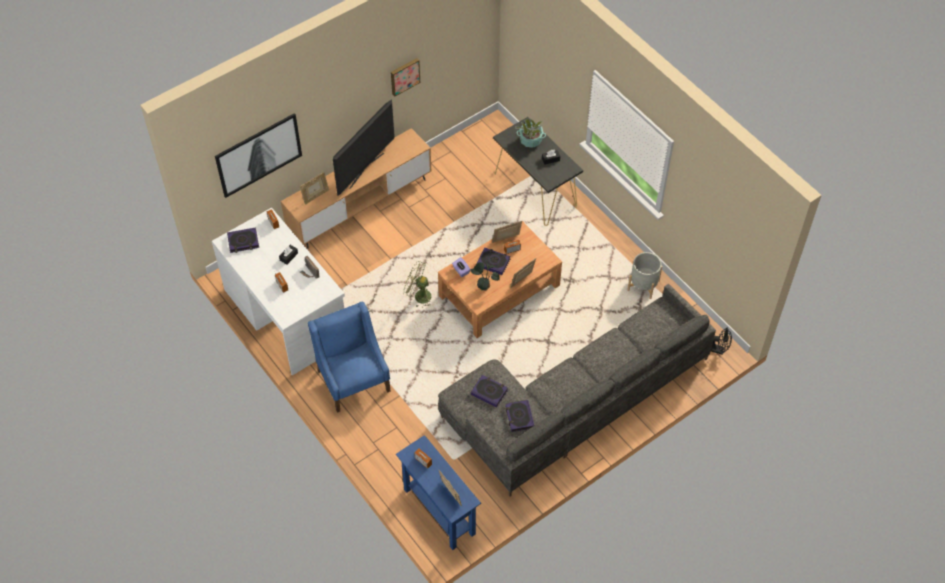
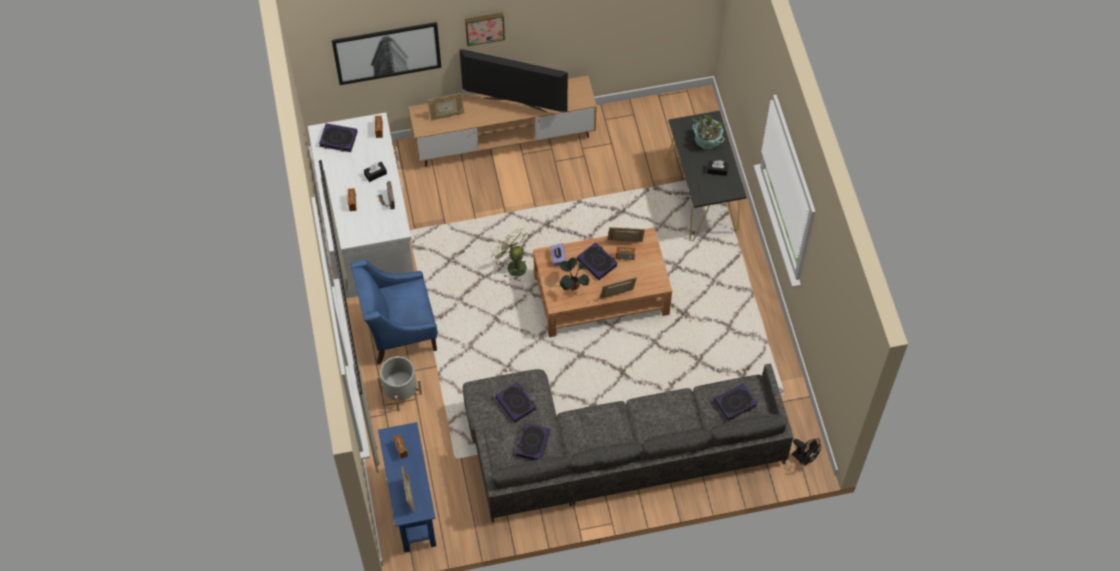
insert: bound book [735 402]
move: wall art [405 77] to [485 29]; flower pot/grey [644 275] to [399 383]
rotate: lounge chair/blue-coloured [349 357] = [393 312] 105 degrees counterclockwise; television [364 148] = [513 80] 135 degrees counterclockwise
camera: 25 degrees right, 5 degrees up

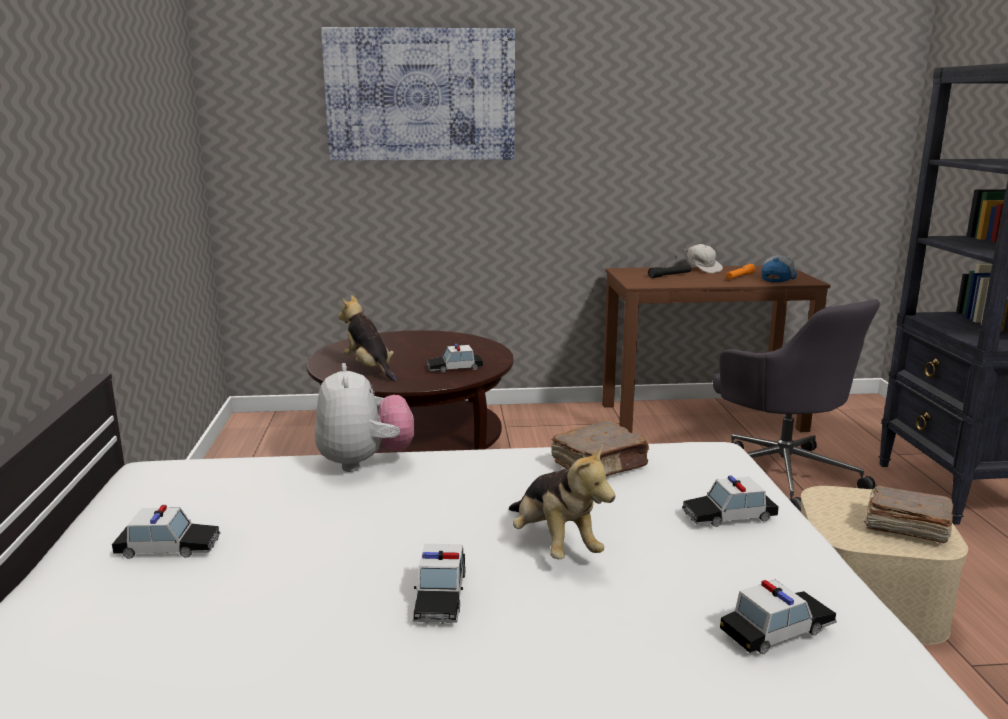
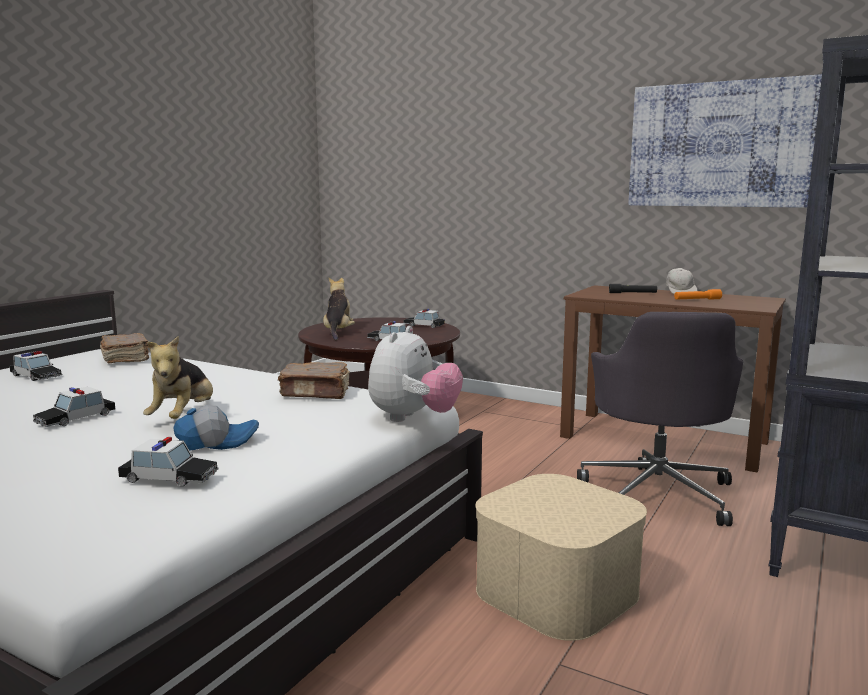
move: cuddly toy [364 417] to [415 374]; wall art [418 94] to [725 141]; model car [730 501] to [424 318]; baseball cap [779 268] to [216 428]; bound book/brown-coloured [908 514] to [124 348]
camera: 35 degrees right, 5 degrees down

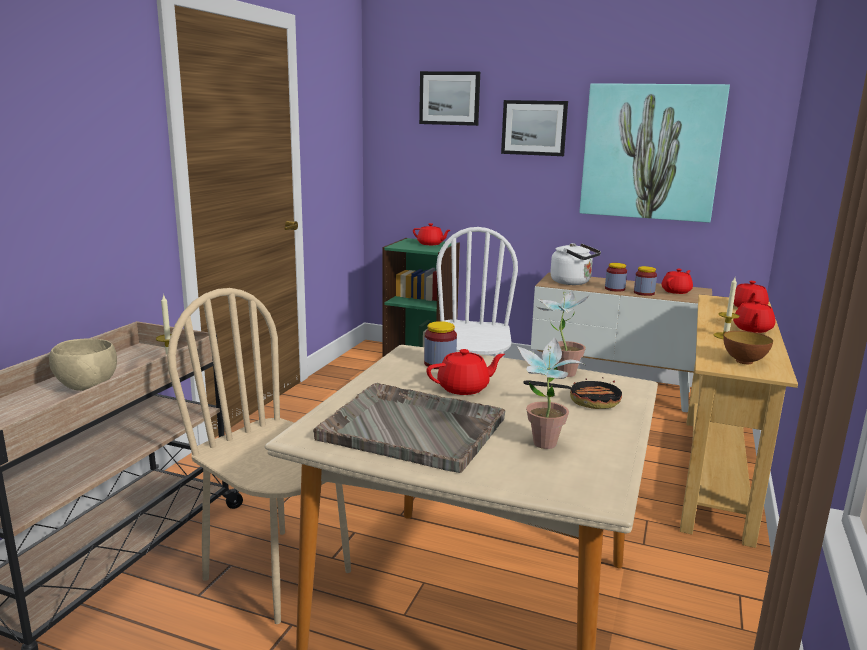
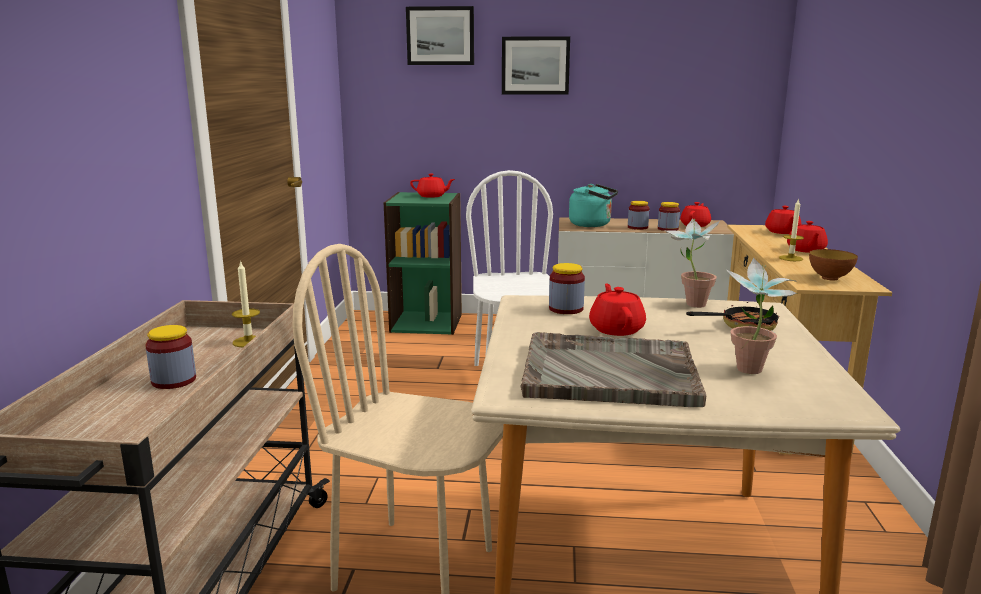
delete: wall art [655 153]
replace: deep dish/beige [83 364] to preserve jar [170 357]
recolor: tea kettle/white-coloured [575 264] to tea kettle/turquoise-coloured [593 205]
rotate: tea pot/reddish [465 372] = [617 309] 60 degrees counterclockwise
camera: 15 degrees left, 0 degrees up

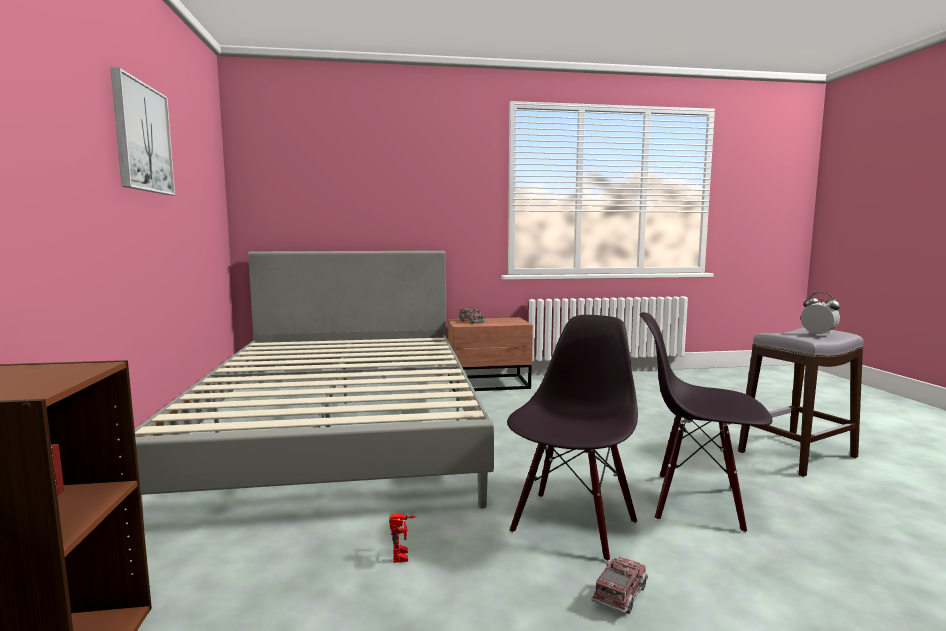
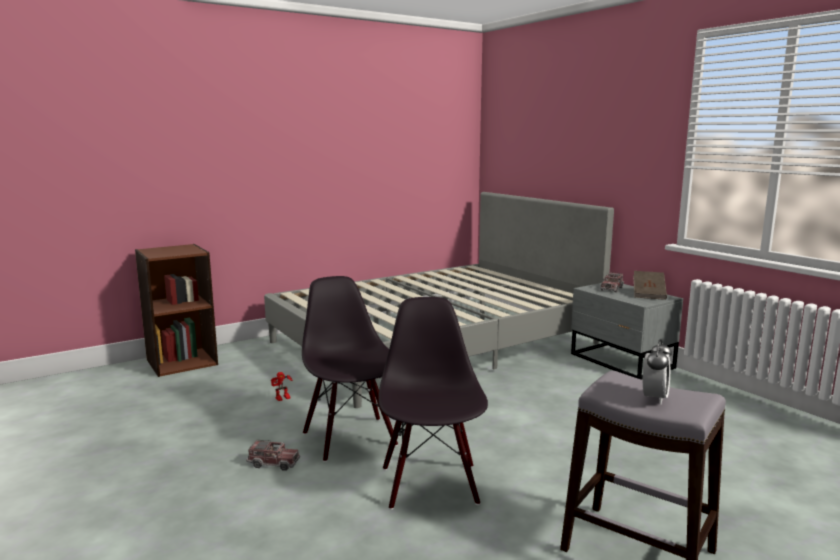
delete: wall art [142 131]
insert: bound book/brown-coloured [650 285]
recolor: bedside table/brown-coloured [490 354] to bedside table/grey [627 331]
rotate: upright chair/black-coloured [572 438] = [350 369] 120 degrees counterclockwise
camera: 65 degrees right, 5 degrees up

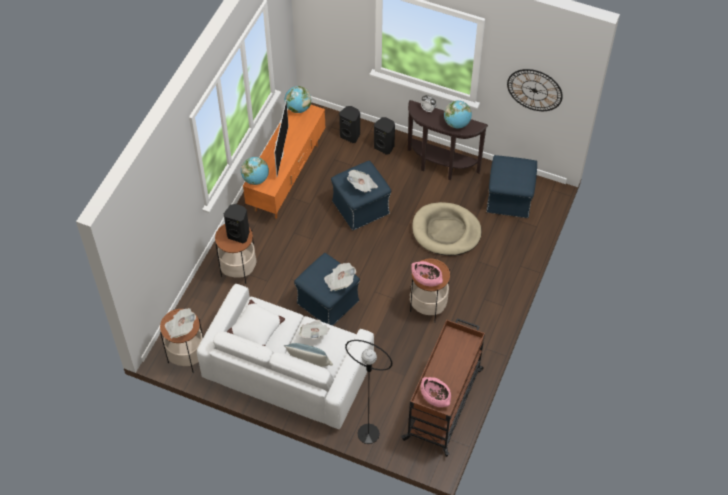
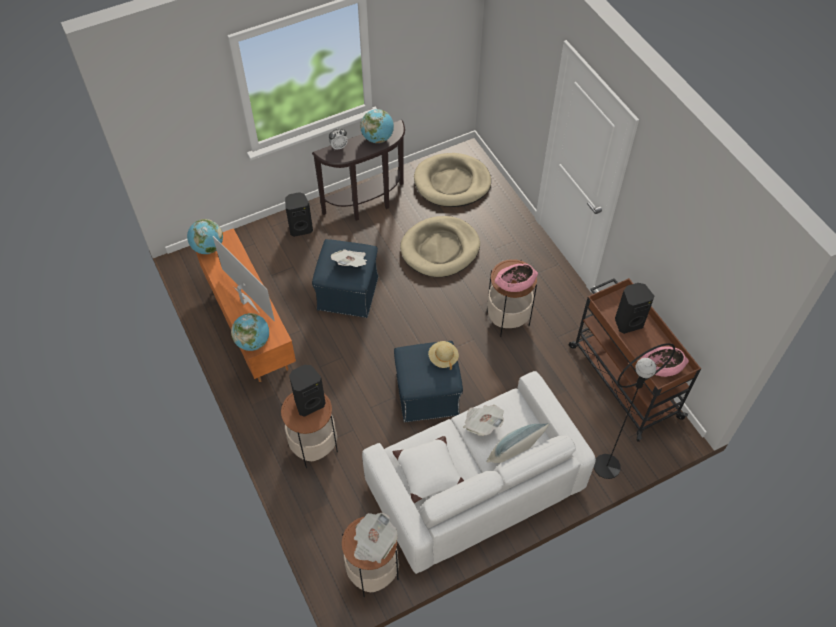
delete: hanging clock [535 90]
move: audio speaker/black-coloured [349 124] to [634 308]
replace: newspaper [340 277] to wearable hat/beige [443 355]; ottoman/blue-coloured [511 186] to dog cushion/beige [452 180]
camera: 50 degrees left, 0 degrees up

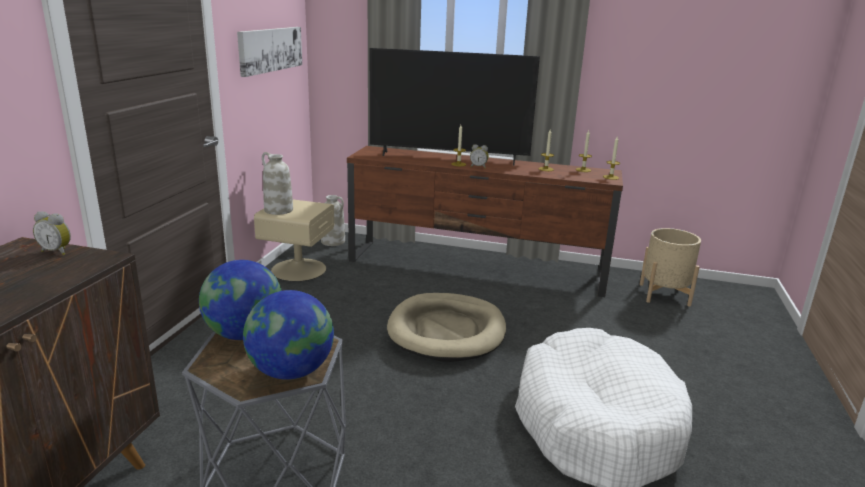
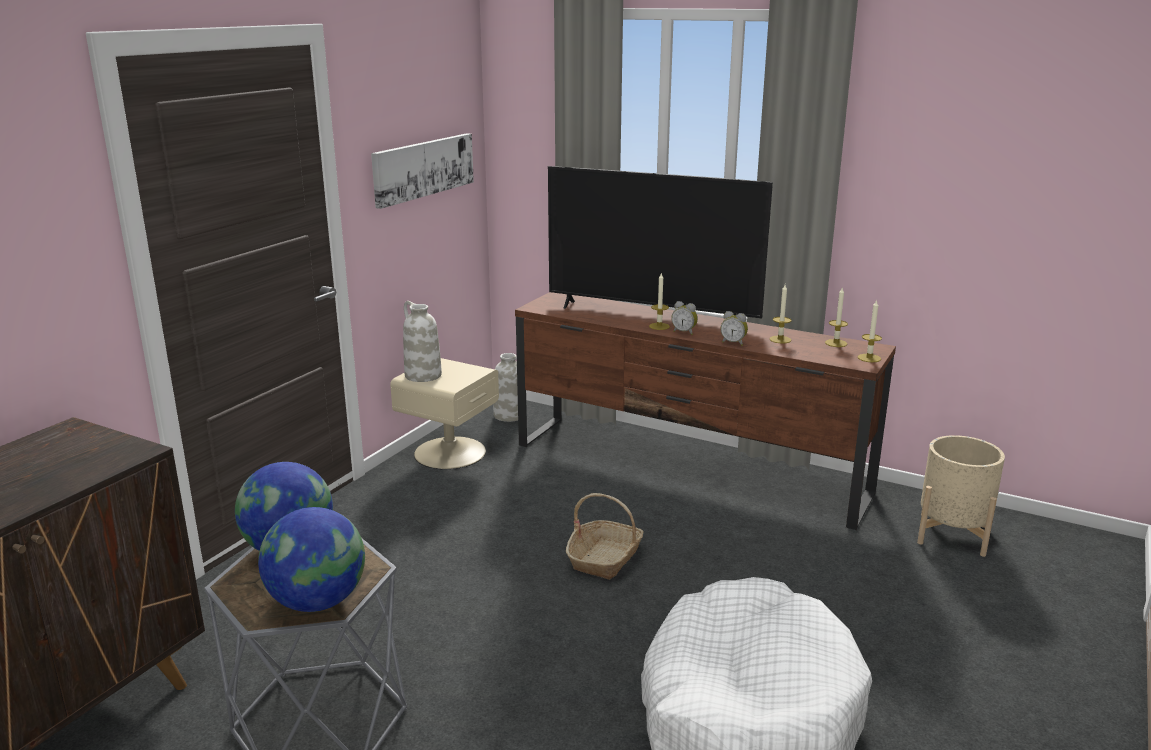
move: alarm clock [52 233] to [734 328]
replace: dog cushion/beige [446 327] to household basket [604 536]
camera: 15 degrees right, 0 degrees up

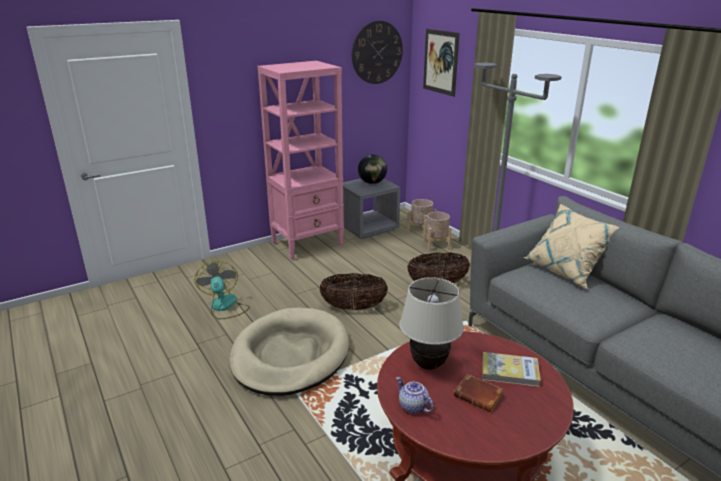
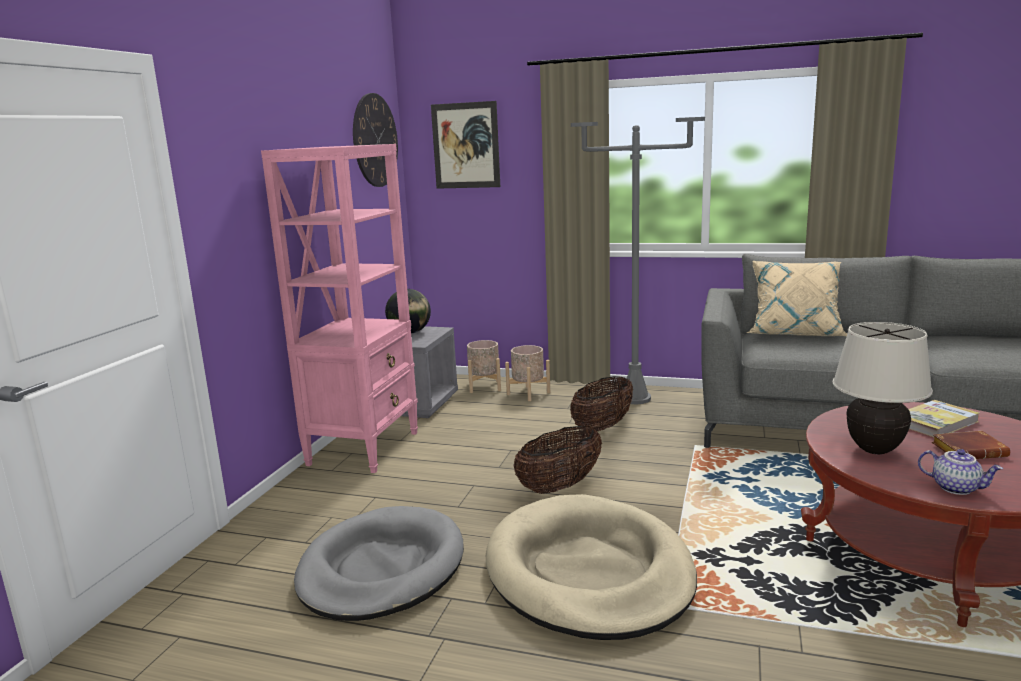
replace: fan [222 290] to dog cushion/grey [379 563]
rotate: tea pot [415 395] = [960 472] 150 degrees counterclockwise
camera: 40 degrees left, 10 degrees down

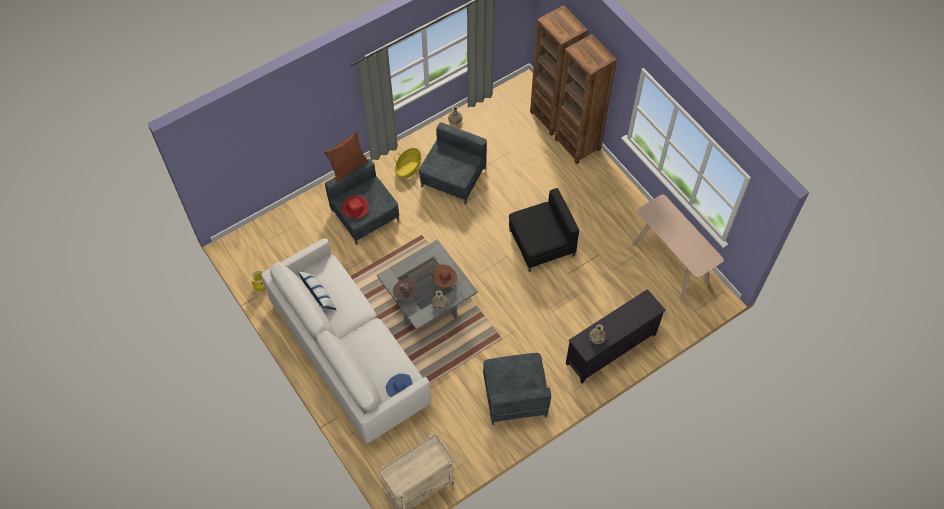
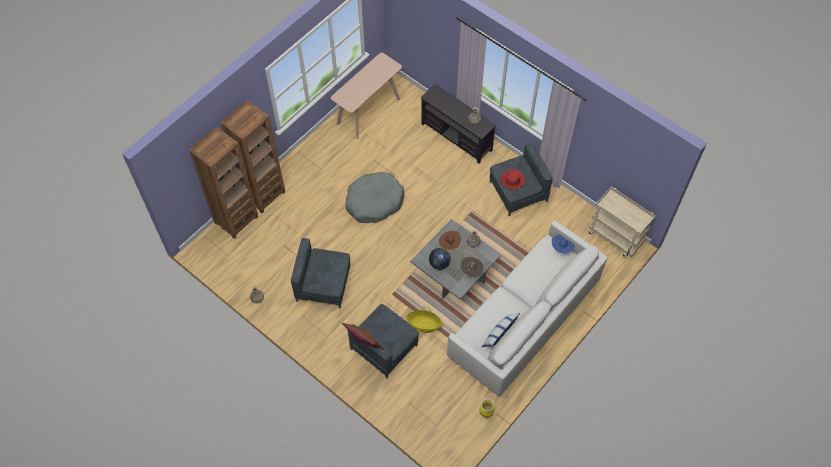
insert: desk globe [440 259]
move: wearable hat/reddish [355 207] to [512 179]; household basket [408 163] to [424 319]
replace: lounge chair/black-coloured [544 230] to dog cushion/grey [375 197]
camera: 105 degrees left, 0 degrees up

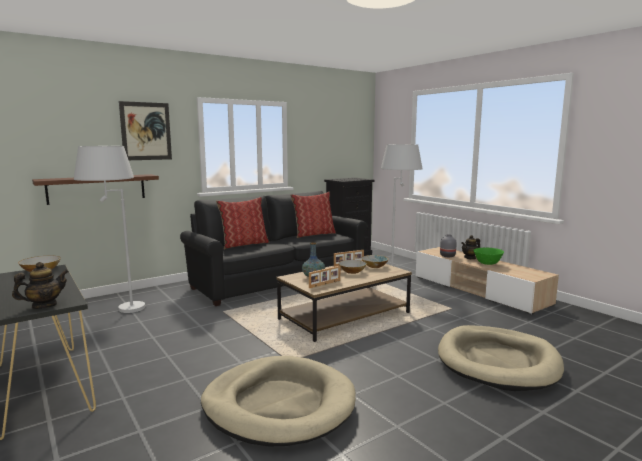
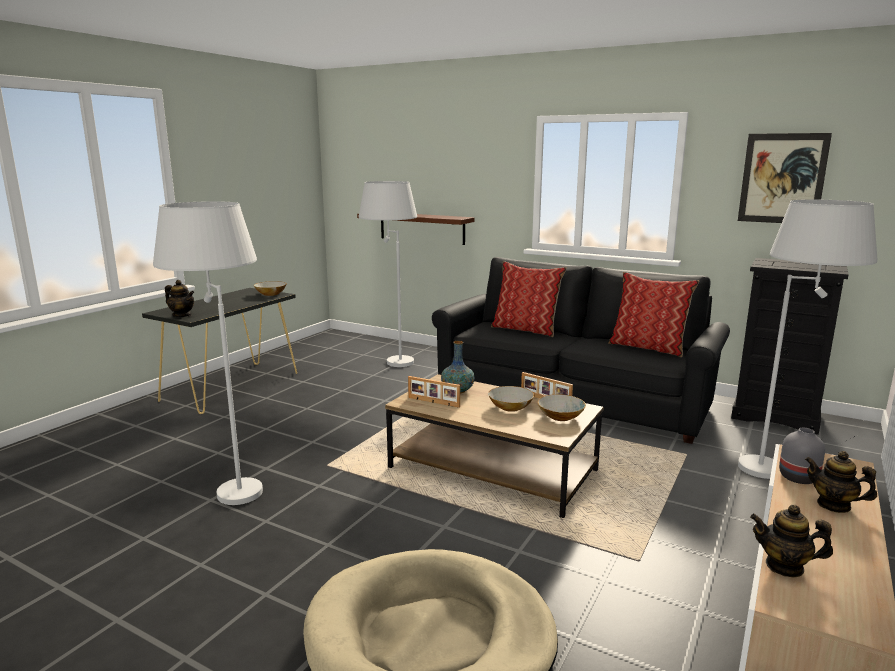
delete: deep dish/green-coloured [488 256]
insert: tea pot [791 541]
move: wall art [145 130] to [785 178]
replace: dog cushion/beige [278 401] to floor lamp/white-coloured [208 353]
camera: 65 degrees right, 5 degrees up

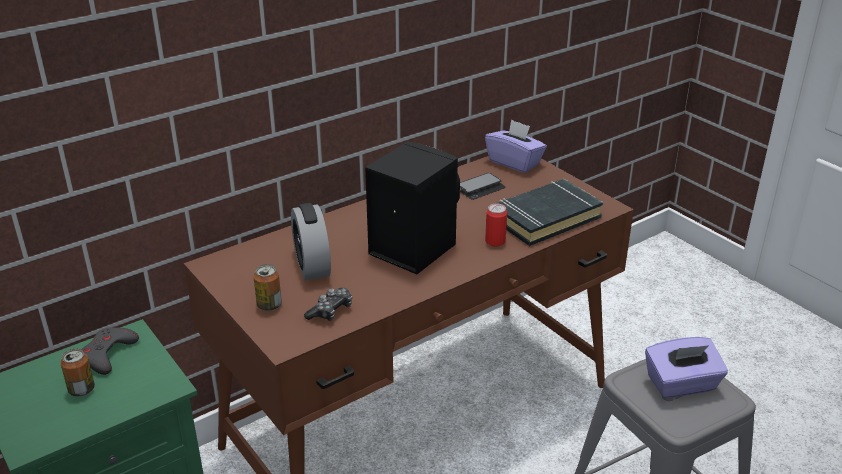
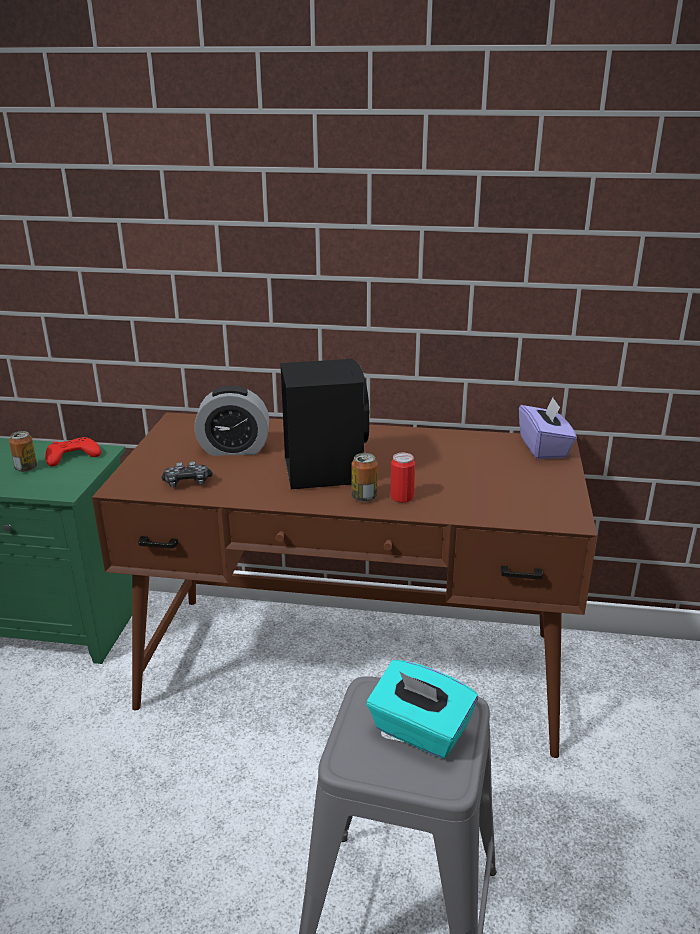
delete: handset [483 186]; bound book/black-coloured [549 212]
move: metal can [267 287] to [364 477]
recolor: gamepad/grey [110 351] to gamepad/reddish [73 451]; tissue holder/purple-coloured [686 367] to tissue holder/turquoise-coloured [422 709]
rotate: alarm clock [311 242] = [231 421] 120 degrees counterclockwise
camera: 45 degrees right, 5 degrees down

